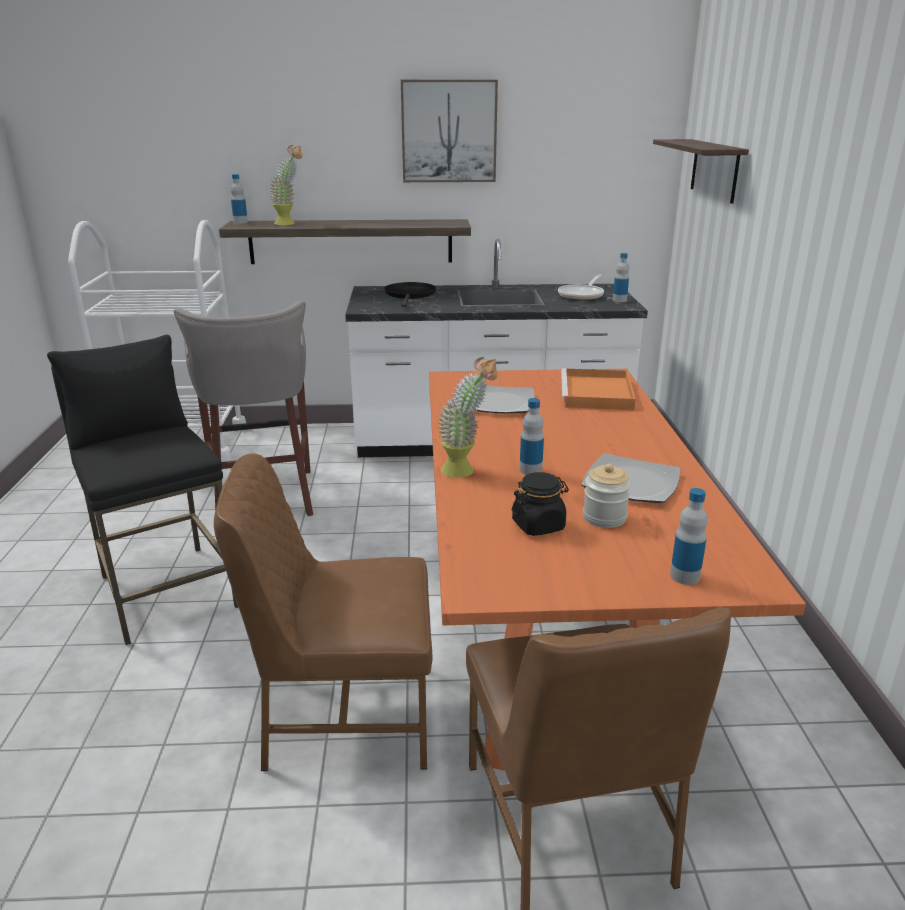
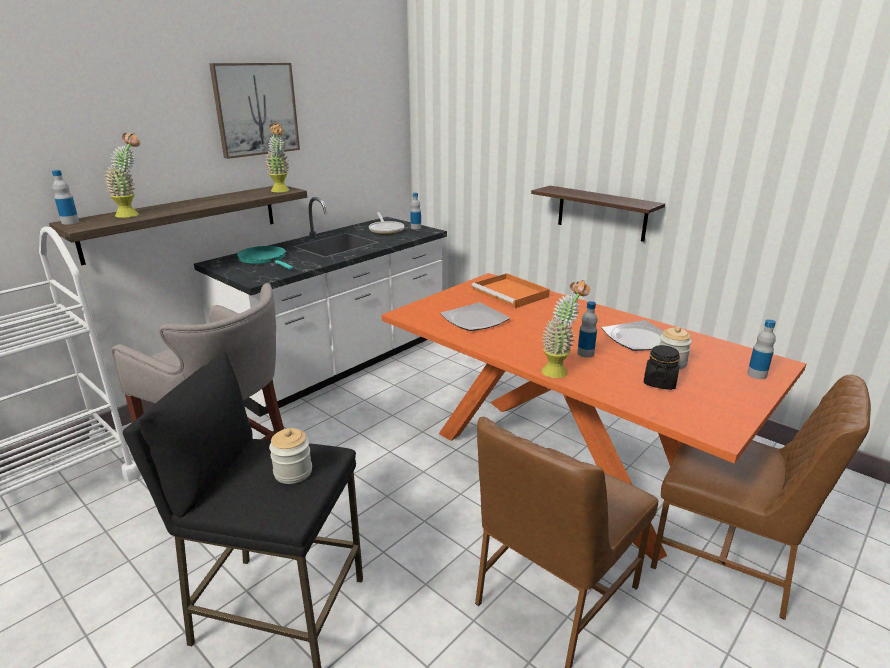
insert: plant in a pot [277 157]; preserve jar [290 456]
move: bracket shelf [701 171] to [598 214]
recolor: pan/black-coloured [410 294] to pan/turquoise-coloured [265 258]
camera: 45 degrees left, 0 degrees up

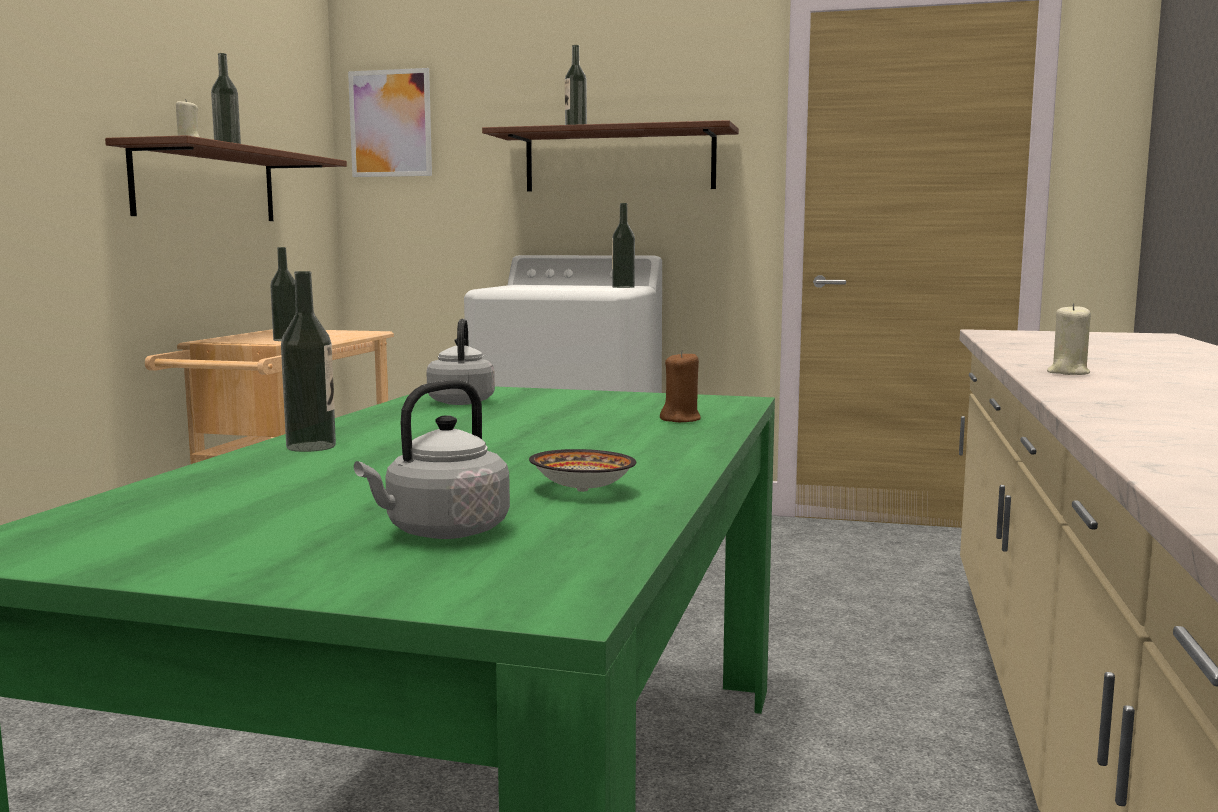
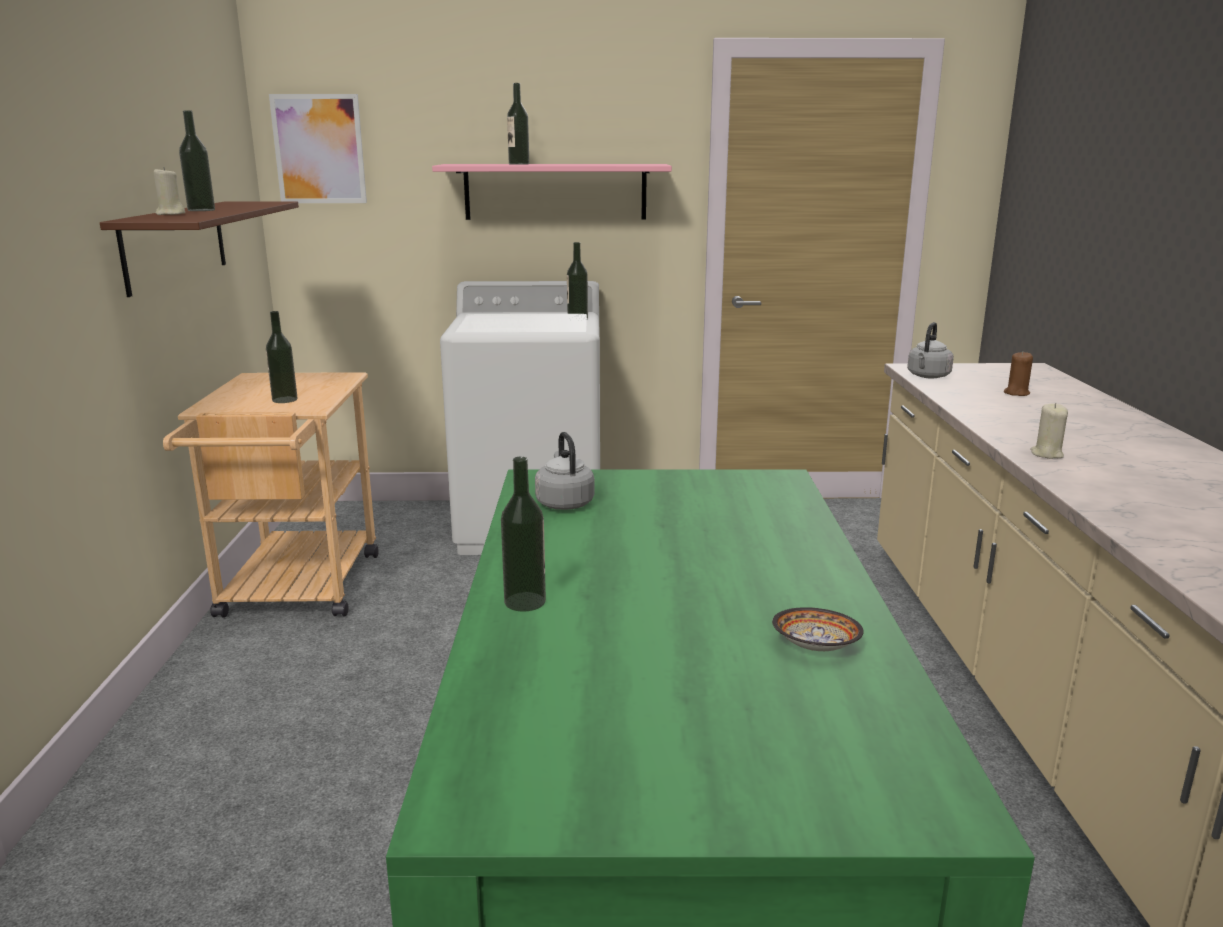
move: tea kettle/grey [432 459] to [930 350]; wax candle/brown-coloured [680 386] to [1018 374]
recolor: bracket shelf/brown-coloured [610 155] to bracket shelf/pinkish [552 192]
camera: 15 degrees left, 10 degrees up

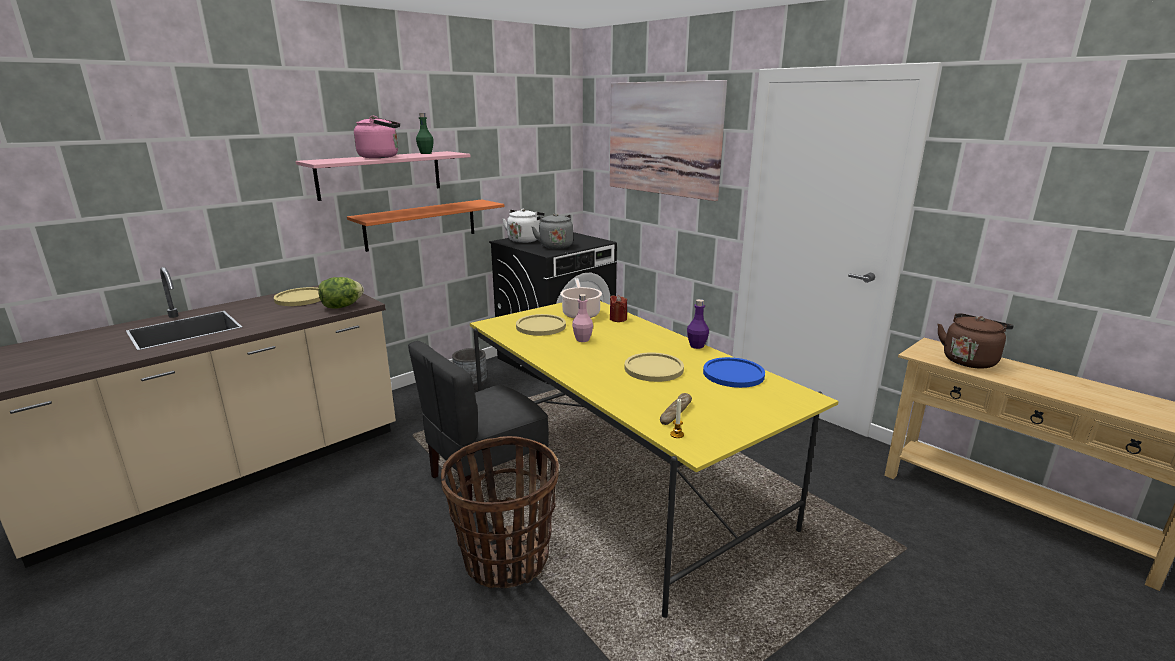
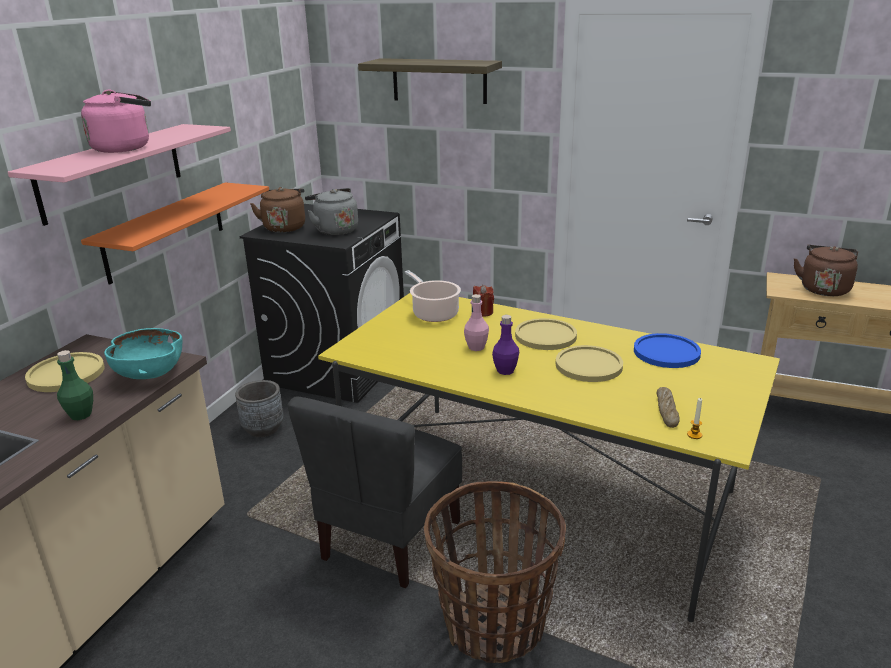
move: beverage bottle/green-coloured [425 133] to [75 385]; dinner plate/yellow [541 325] to [546 334]; beverage bottle/purple-coloured [698 324] to [505 345]
replace: lettuce [341 293] to deep dish/turquoise-coloured [143 353]; wall art [668 140] to bracket shelf [430 81]
recolor: tea kettle/white-coloured [523 226] to tea kettle/brown-coloured [277 210]
camera: 25 degrees left, 5 degrees up

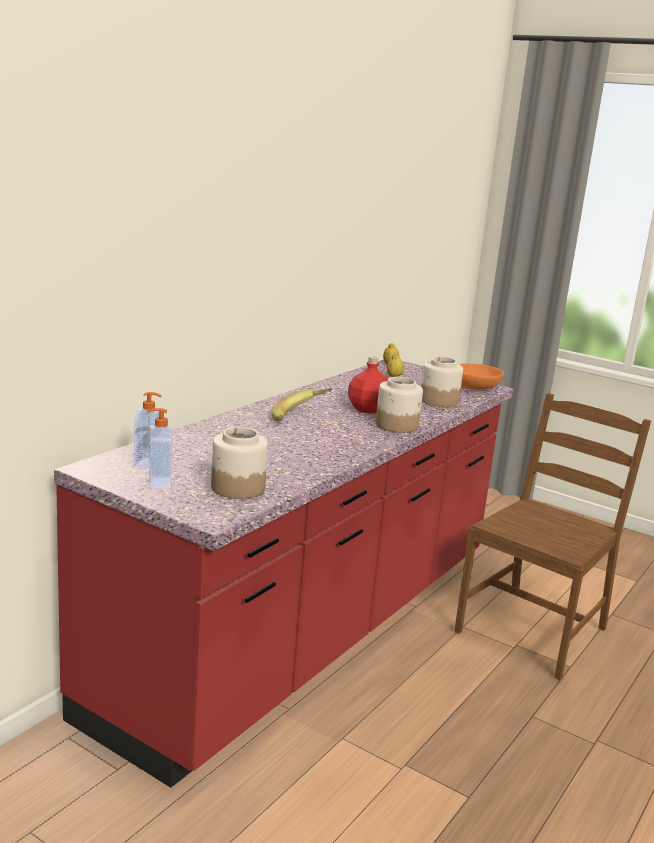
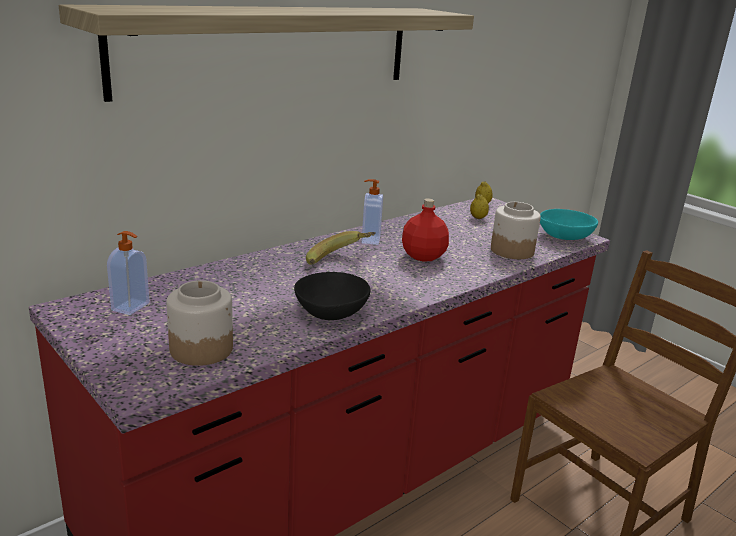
delete: preserve jar [399 405]
insert: bracket shelf [266 53]; deep dish/black-coloured [332 296]
move: soap bottle [160 448] to [372 212]
recolor: deep dish/orange-coloured [481 376] to deep dish/turquoise-coloured [569 224]
camera: 15 degrees right, 5 degrees up

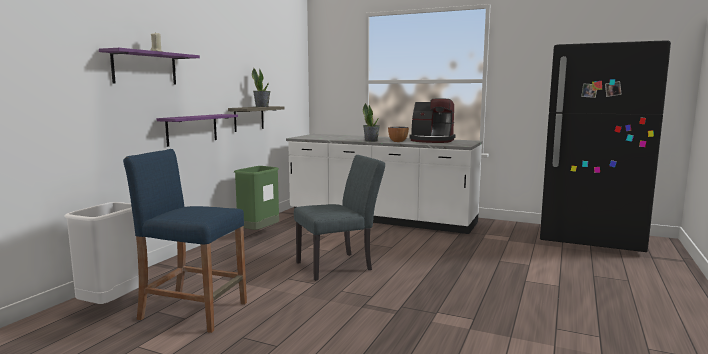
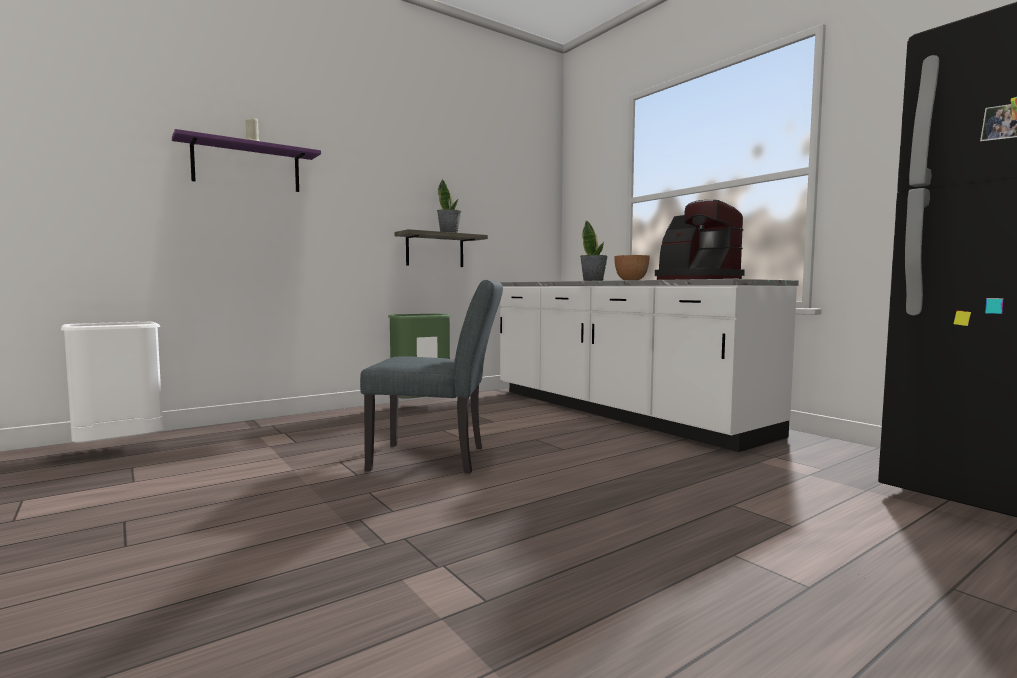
delete: stool seat/blue-coloured [185 241]; bracket shelf/purple-coloured [197 130]
camera: 30 degrees right, 5 degrees down

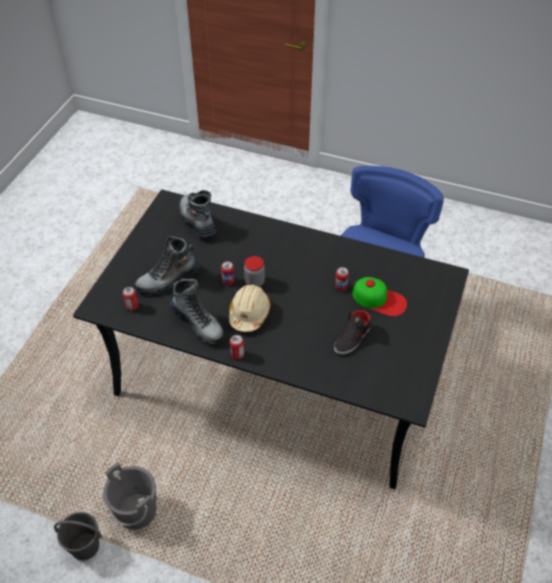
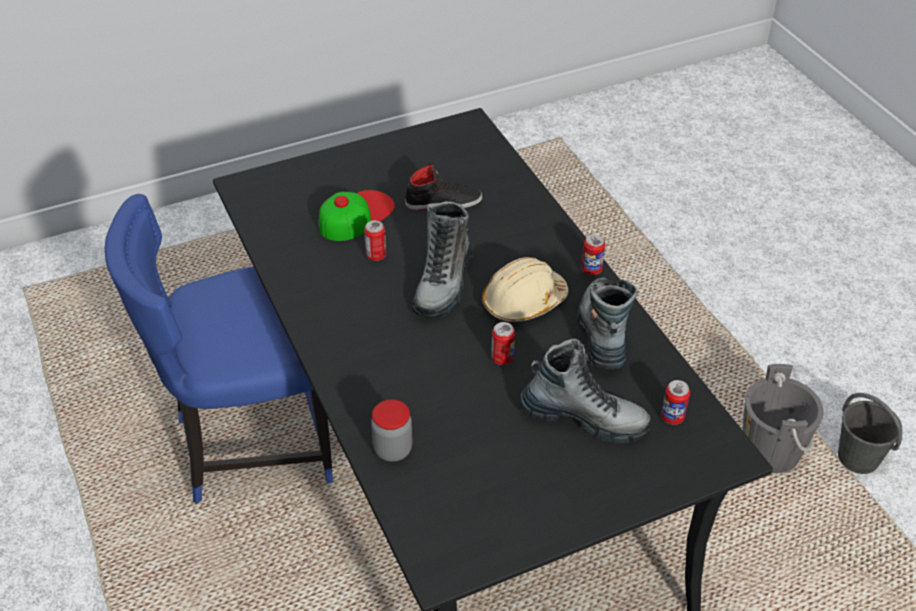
move: boot [197 214] to [442 259]; preserve jar [254 271] to [392 430]
rotate: baseball cap [379 296] = [357 215] 60 degrees clockwise
camera: 135 degrees left, 5 degrees down

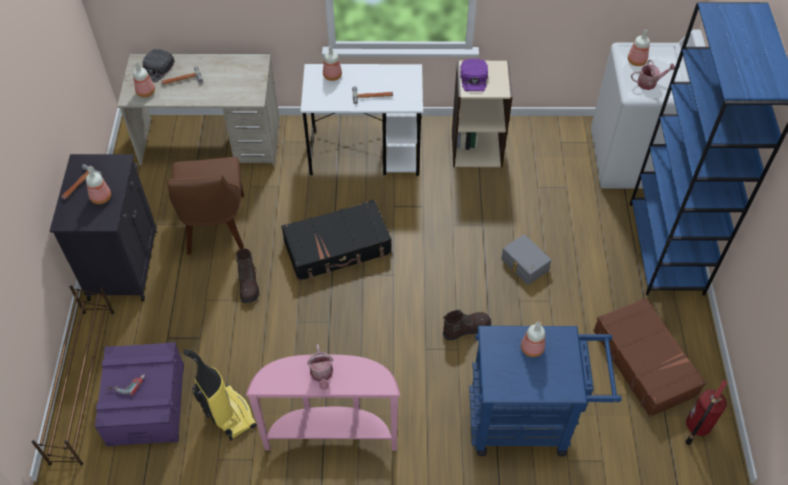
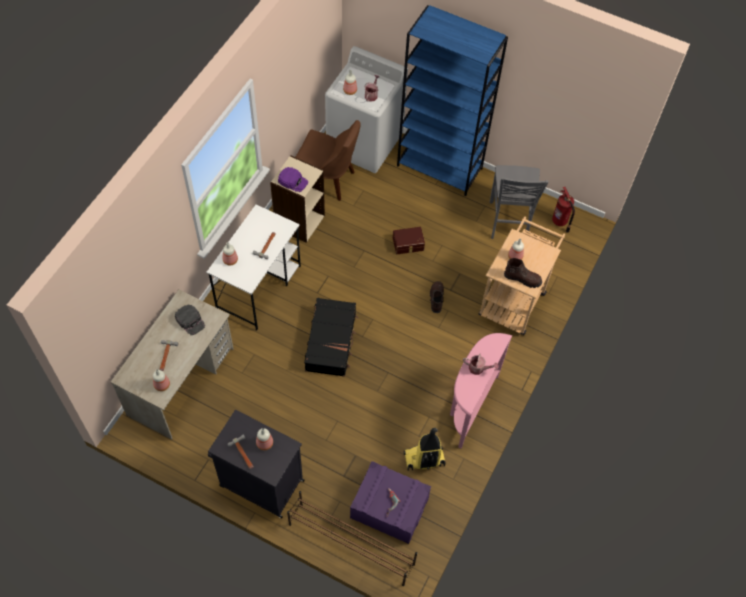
move: baseball cap/black-coloured [158 66] to [190 320]; upright chair/brown-coloured [205 206] to [328 160]; boot/brown-coloured [247 275] to [523 273]
replace: piece of luggage/brown-coloured [649 357] to upright chair/grey [519 202]
recolor: wheeled cart/blue-coloured [545 391] to wheeled cart/beige [522 275]; storage bin/grey [526 259] to storage bin/brown-coloured [409 240]
camera: 65 degrees left, 5 degrees up

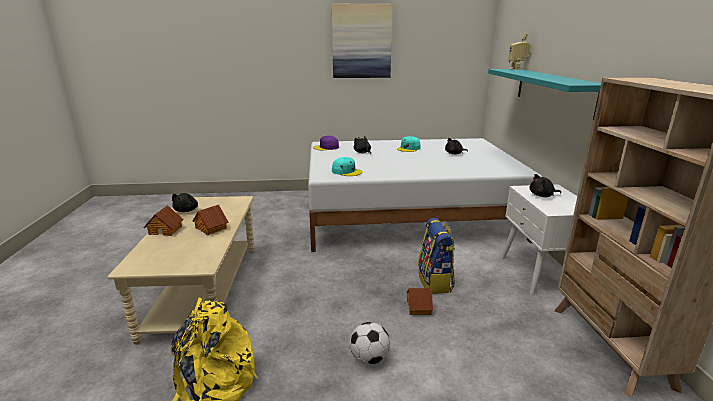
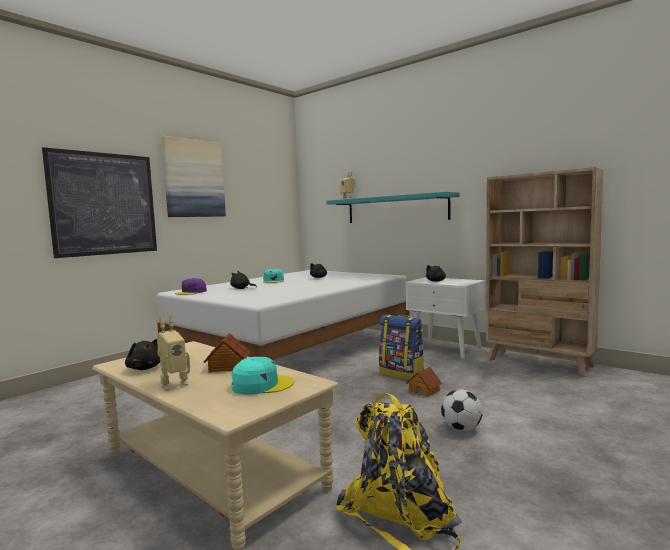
insert: wall art [99 202]
move: baseball cap/turquoise-coloured [347 166] to [262 376]
replace: toy house [163 220] to model robot [173 353]
camera: 45 degrees left, 15 degrees down

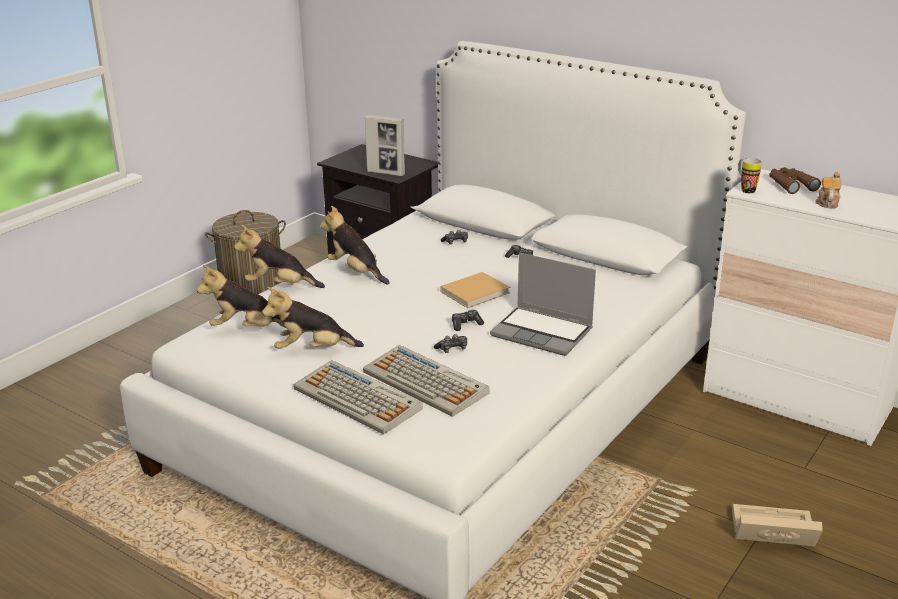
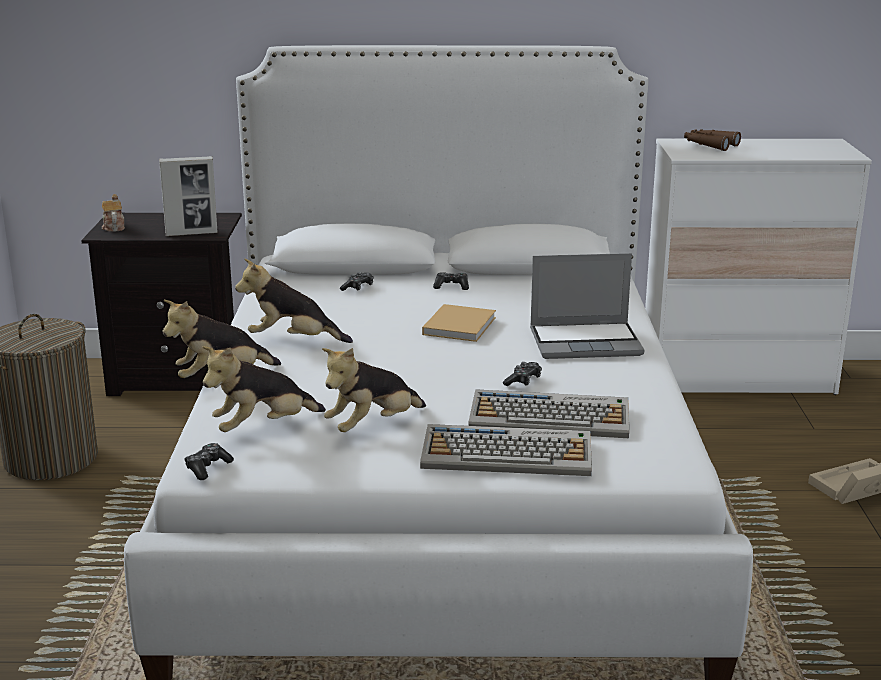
delete: tea mug [750 175]
move: gamepad [468 320] to [209 461]; tea pot [828 190] to [113 213]
camera: 35 degrees left, 5 degrees down

